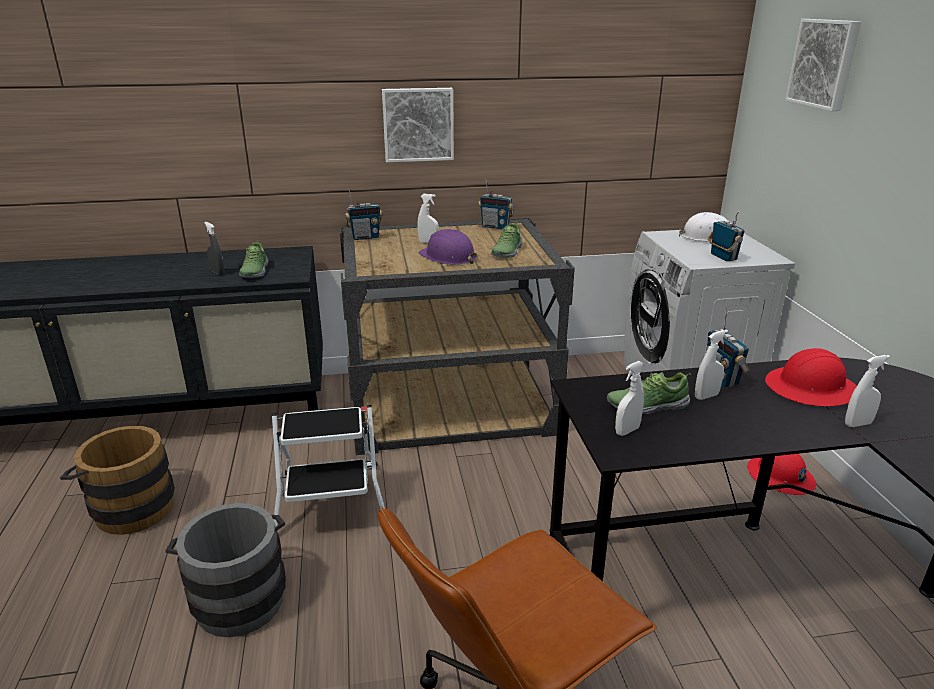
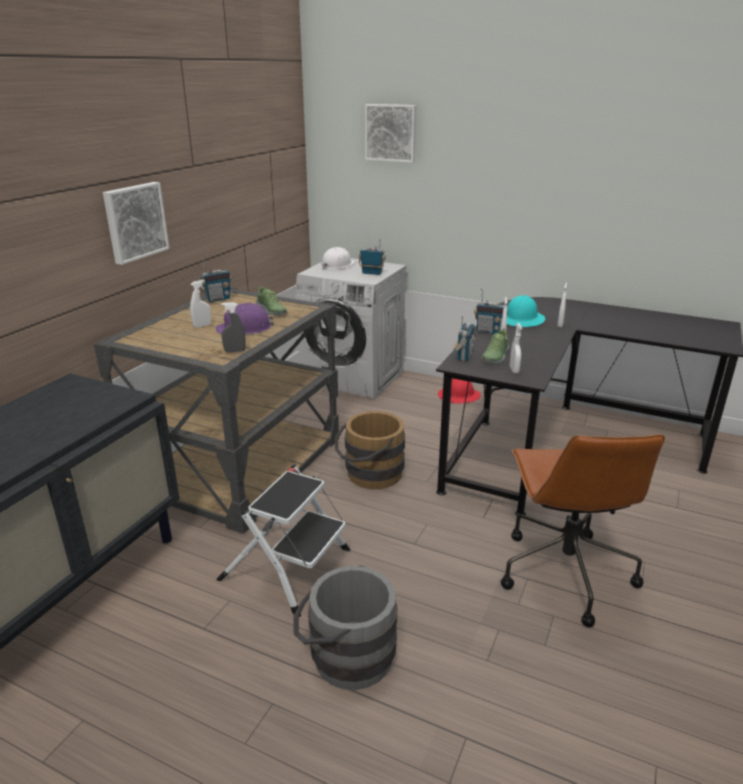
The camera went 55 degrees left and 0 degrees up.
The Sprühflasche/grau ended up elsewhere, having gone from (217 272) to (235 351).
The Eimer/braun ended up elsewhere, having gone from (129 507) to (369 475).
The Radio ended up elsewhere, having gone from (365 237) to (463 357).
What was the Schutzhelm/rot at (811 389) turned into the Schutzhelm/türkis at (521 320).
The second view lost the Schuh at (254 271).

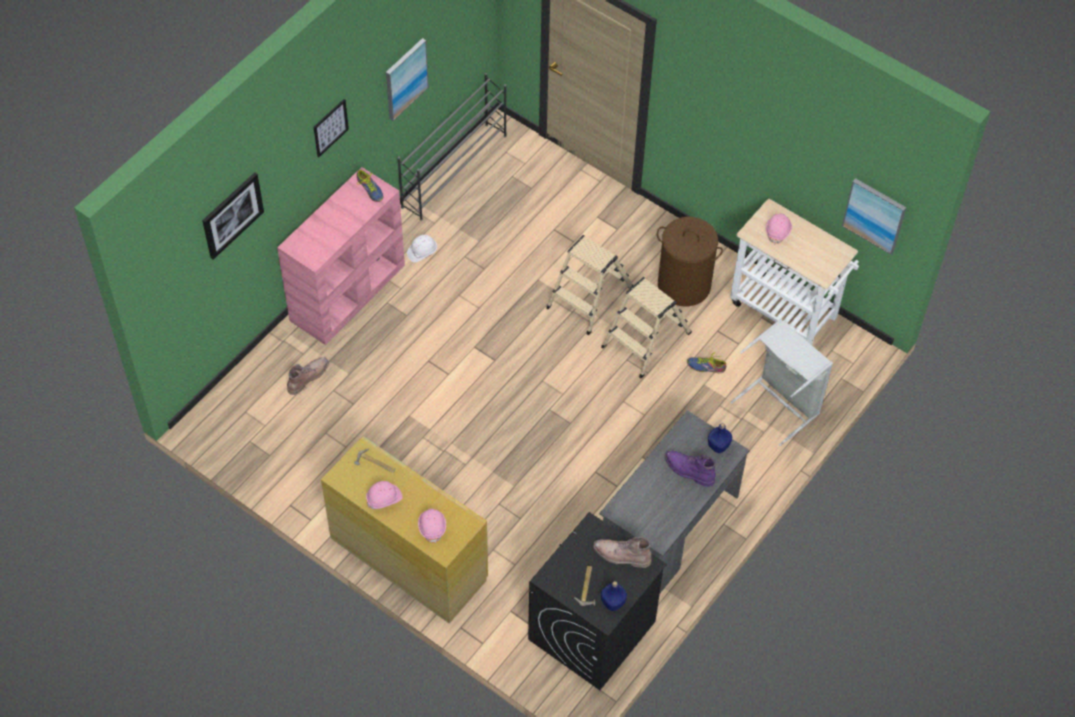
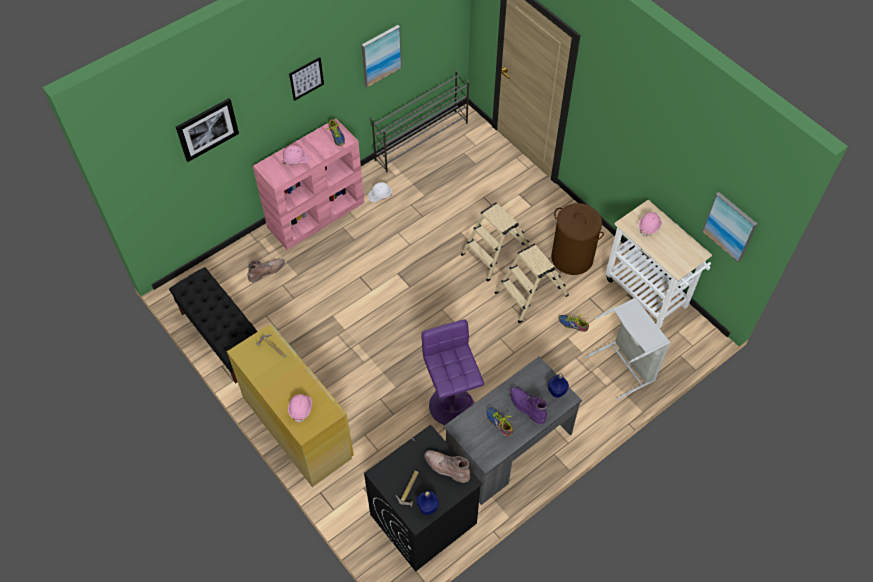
The camera went 15 degrees right and 0 degrees up.
The second view gained the Bank/schwarz at (223 337).
The Schutzhelm/rosa ended up elsewhere, having gone from (384 498) to (295 160).
The second view gained the Hocker/lila at (451 405).
The second view gained the Schuh at (499 423).

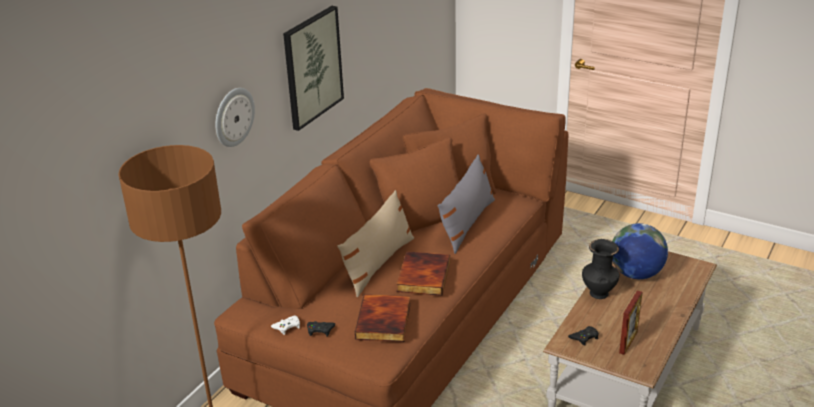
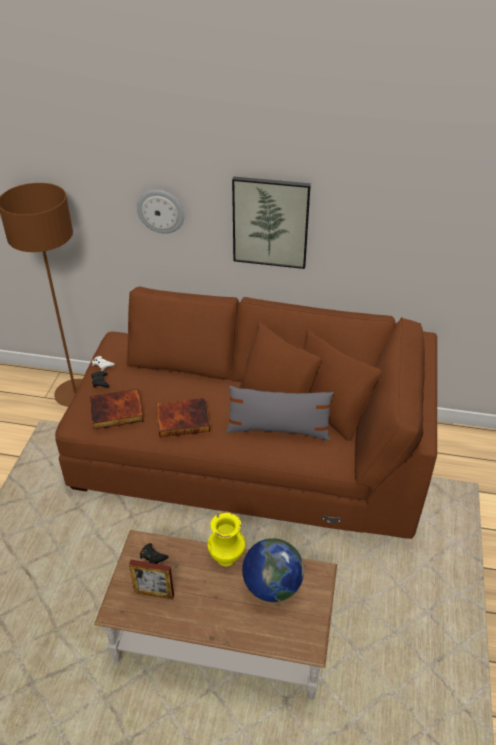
The camera went 70 degrees right and 10 degrees up.
What was the Vase/schwarz at (598 293) turned into the Vase/gelb at (227 557).
The second view lost the Kissen/beige at (378 264).

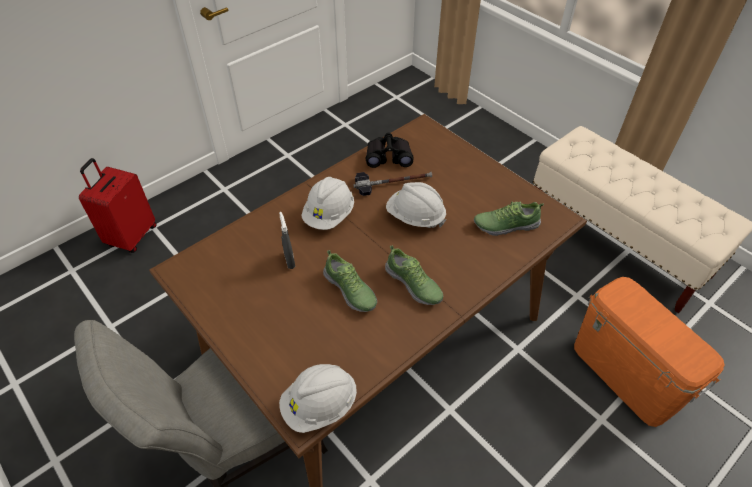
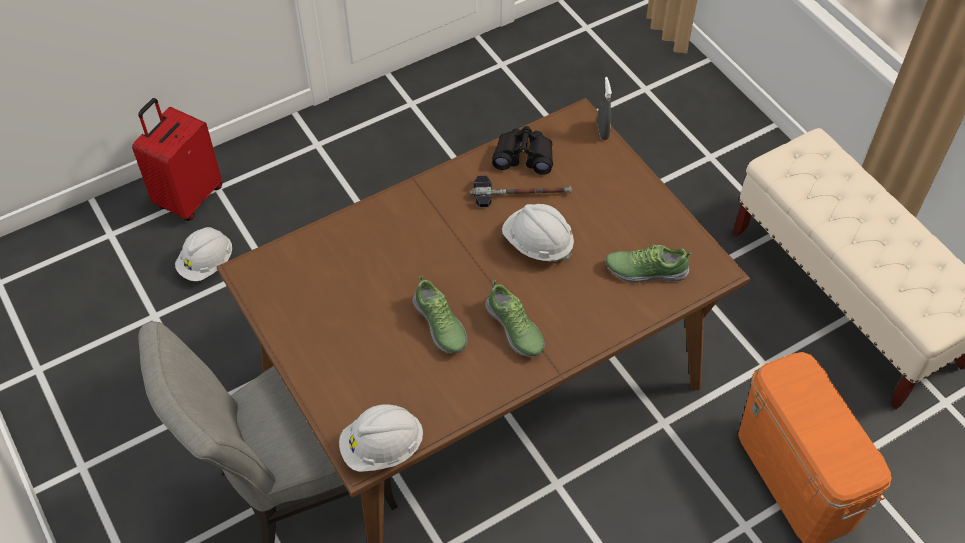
The camera went 10 degrees right and 5 degrees up.
The Schutzhelm/weiß ended up elsewhere, having gone from (329 215) to (207 264).
The Sprühflasche/grau ended up elsewhere, having gone from (289 261) to (602 131).

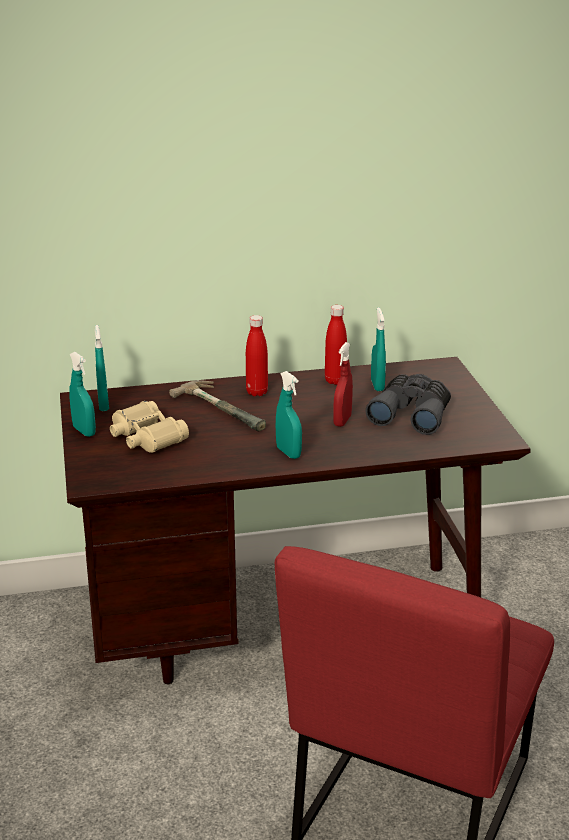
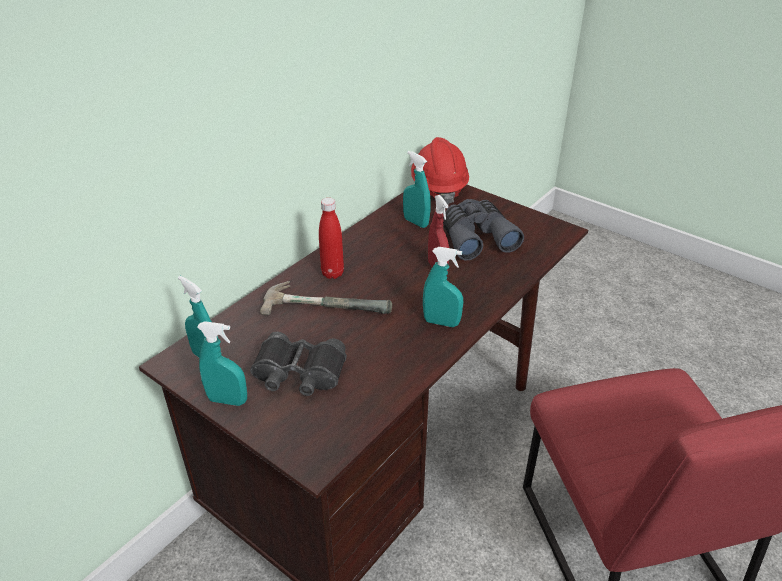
The camera went 40 degrees left and 10 degrees up.
What was the Fernglas/beige at (146 437) turned into the Fernglas/schwarz at (299 373).
The second view gained the Schutzhelm/rot at (438 187).
The second view lost the Flasche/rot at (335 381).

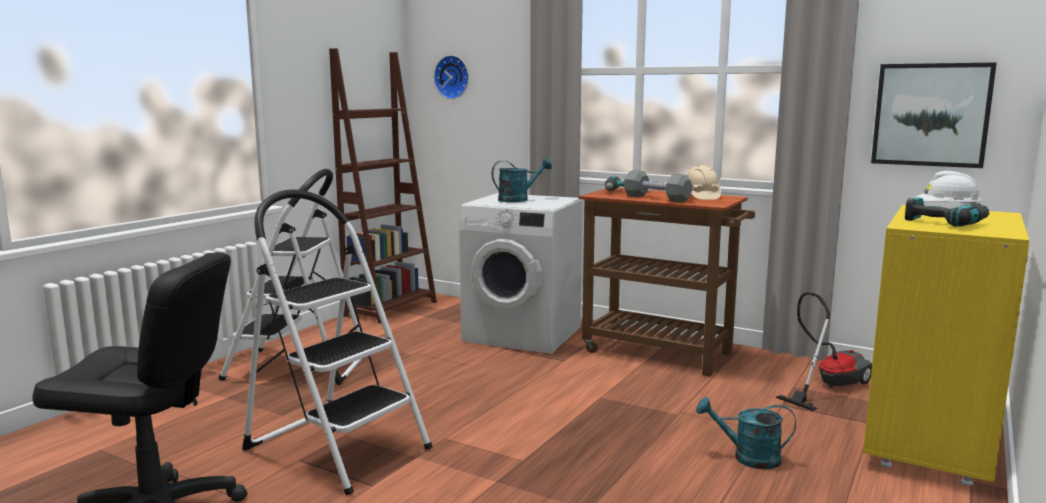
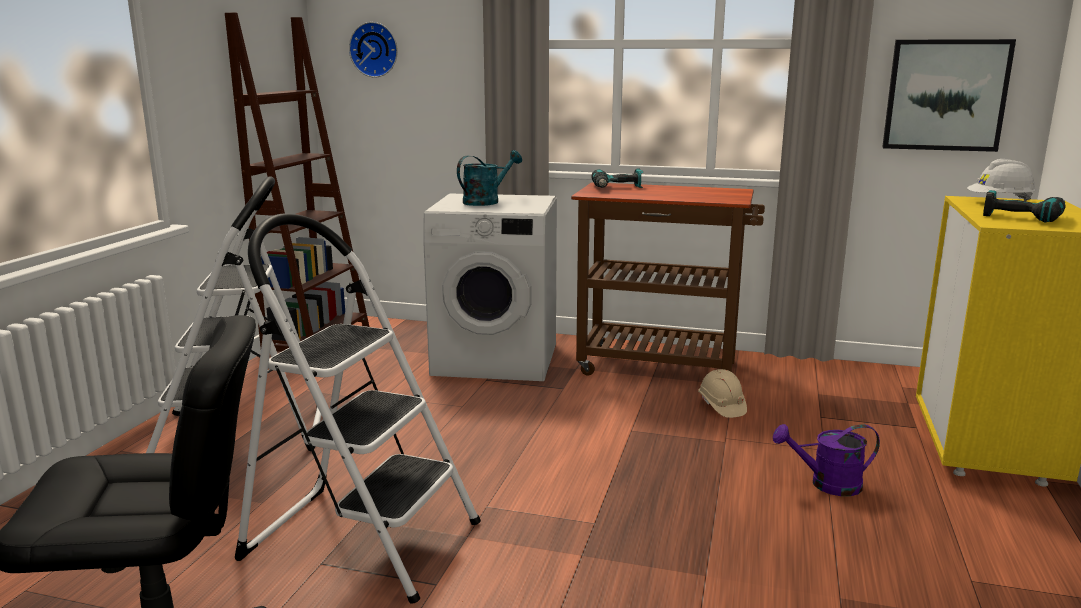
The camera went 15 degrees left and 5 degrees up.
The Schutzhelm/beige ended up elsewhere, having gone from (701 196) to (721 406).
What was the Gießkanne/türkis at (747 458) turned into the Gießkanne/lila at (827 484).
The second view lost the Hantel/grau at (656 198).
The second view lost the Staubsauger at (828 385).

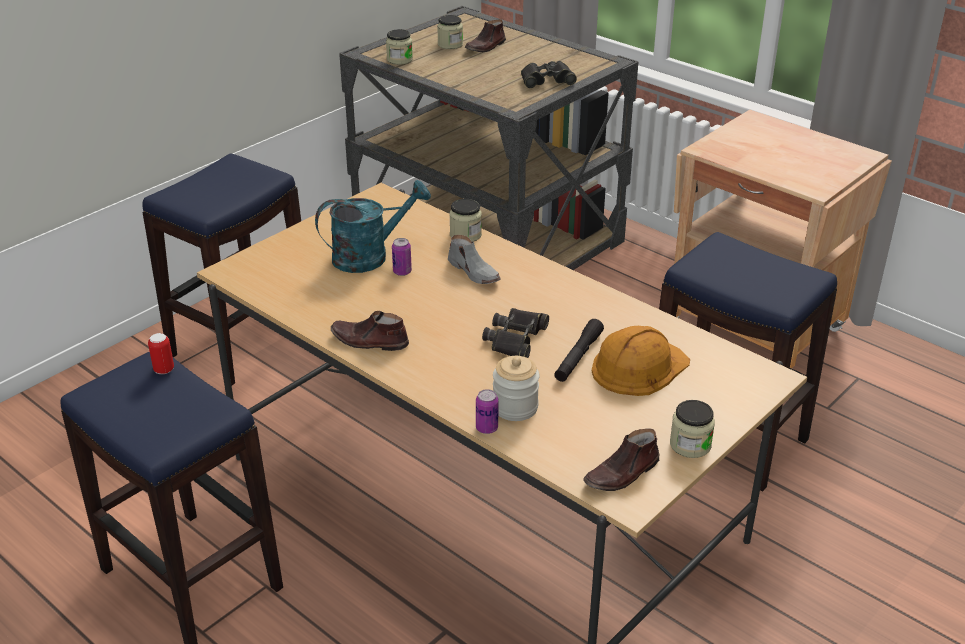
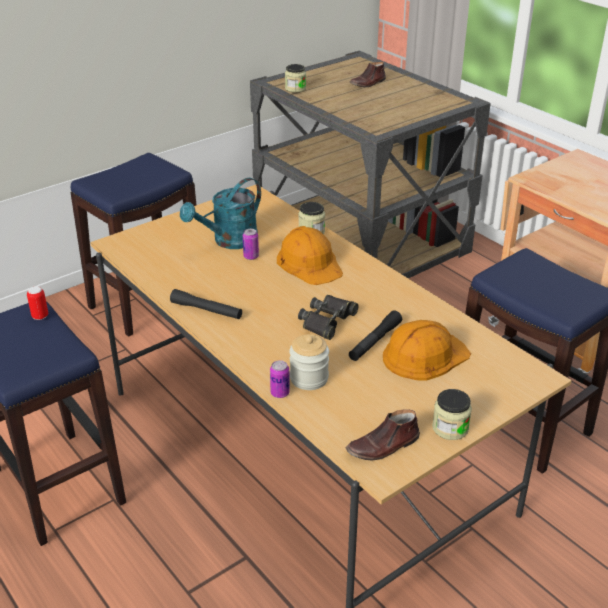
The camera went 10 degrees right and 0 degrees up.
Where the Schuh/braun stood at (369 341), the Taschenlampe/schwarz came to stand at (206 310).
The Gießkanne/türkis at (370 256) ended up facing another way, 150 degrees clockwise from before.
Where the Schuh/grau stood at (474 272), the Schutzhelm/orange came to stand at (309 262).
The second view lost the Vorratsglas at (450 45).
The second view lost the Fernglas/schwarz at (546 80).

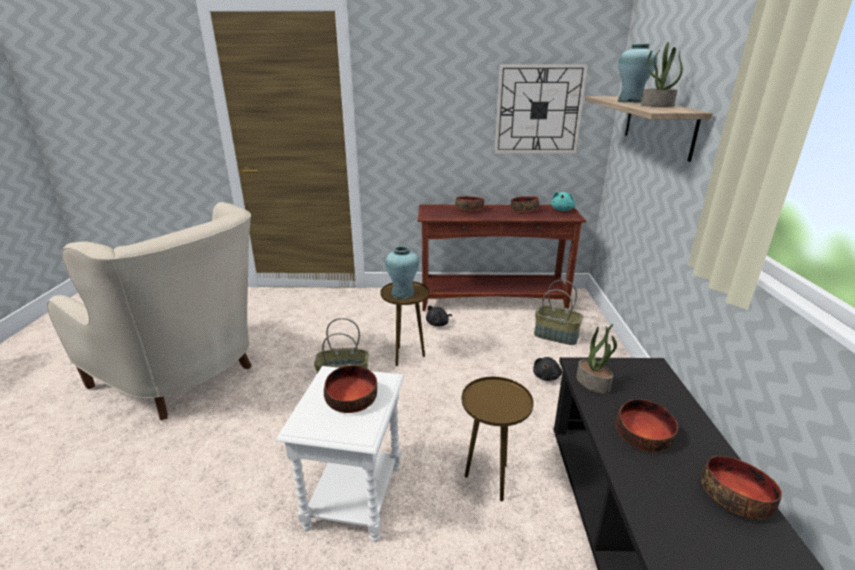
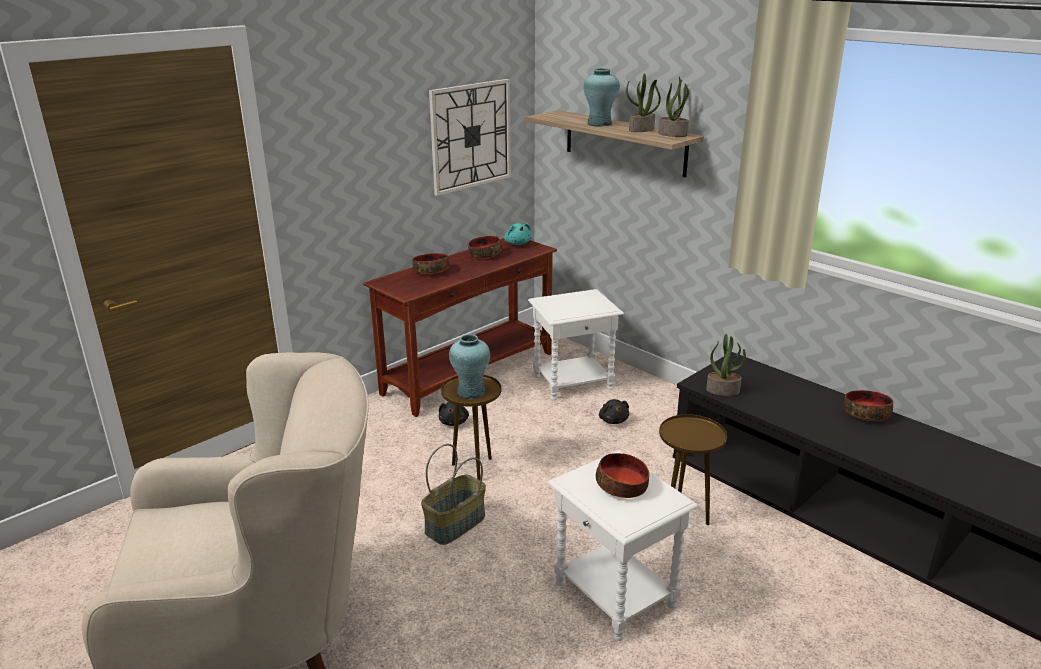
The camera went 45 degrees left and 0 degrees up.
Where the Korb stood at (556 335), the Beistelltisch/weiß came to stand at (572 381).
The second view gained the Topfpflanze at (673 134).
The second view lost the Schüssel at (642 435).

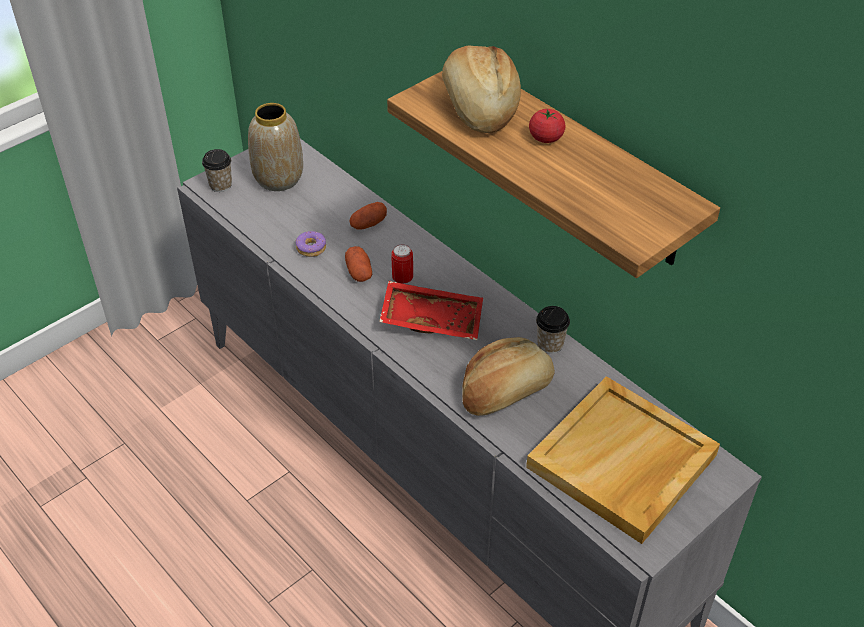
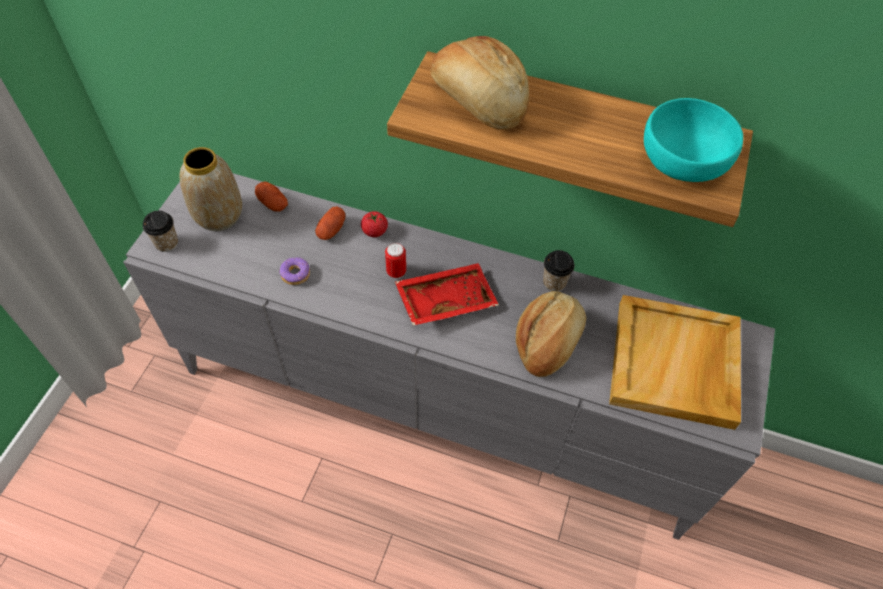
The camera went 30 degrees left and 10 degrees up.
The Kartoffel ended up elsewhere, having gone from (359 272) to (273 203).
The Tomate ended up elsewhere, having gone from (546 138) to (374 231).
The second view gained the Schüssel/türkis at (682 160).

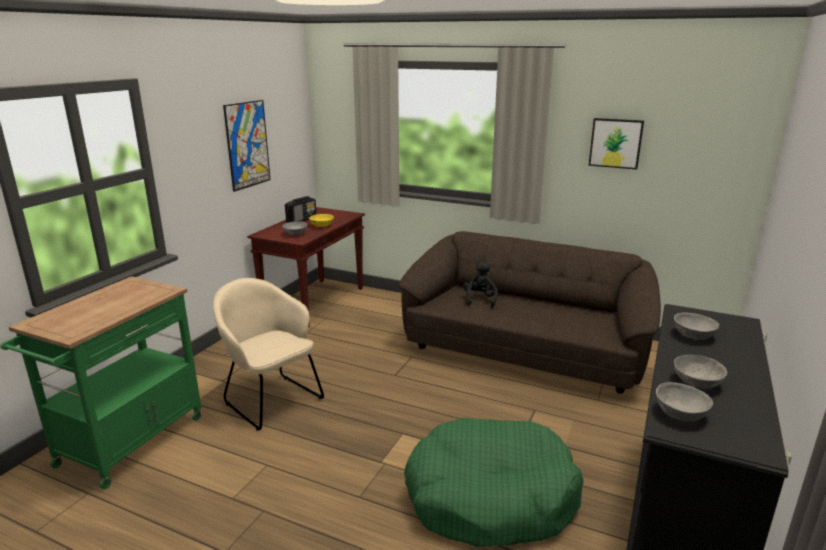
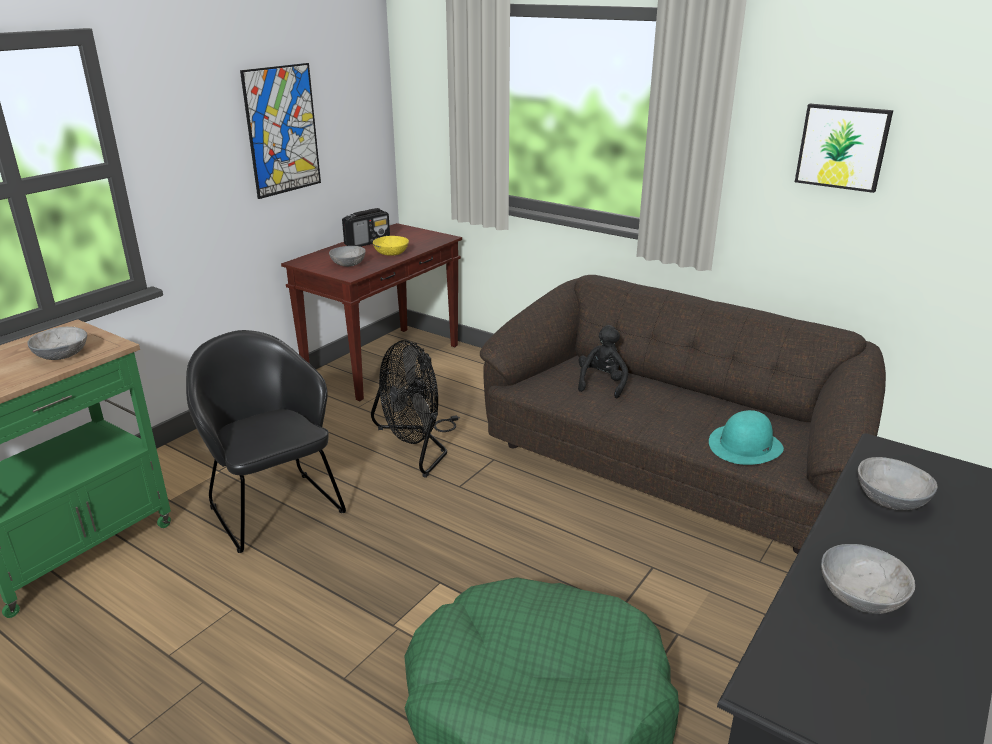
The camera went 10 degrees right and 5 degrees up.
The Schüssel/grau ended up elsewhere, having gone from (679 413) to (61 355).
What was the Sessel/beige at (271 398) turned into the Sessel/schwarz at (273 505).
The second view gained the Ventilator/schwarz at (418 444).
The second view gained the Hut/türkis at (745 445).

